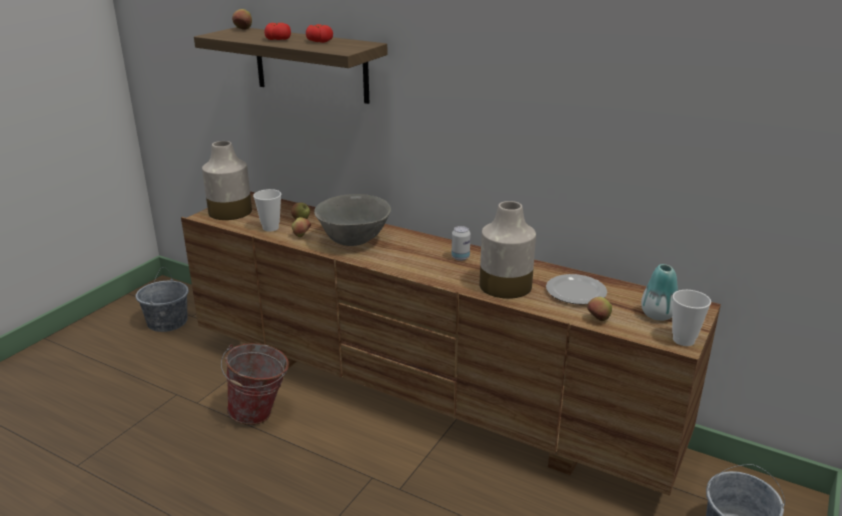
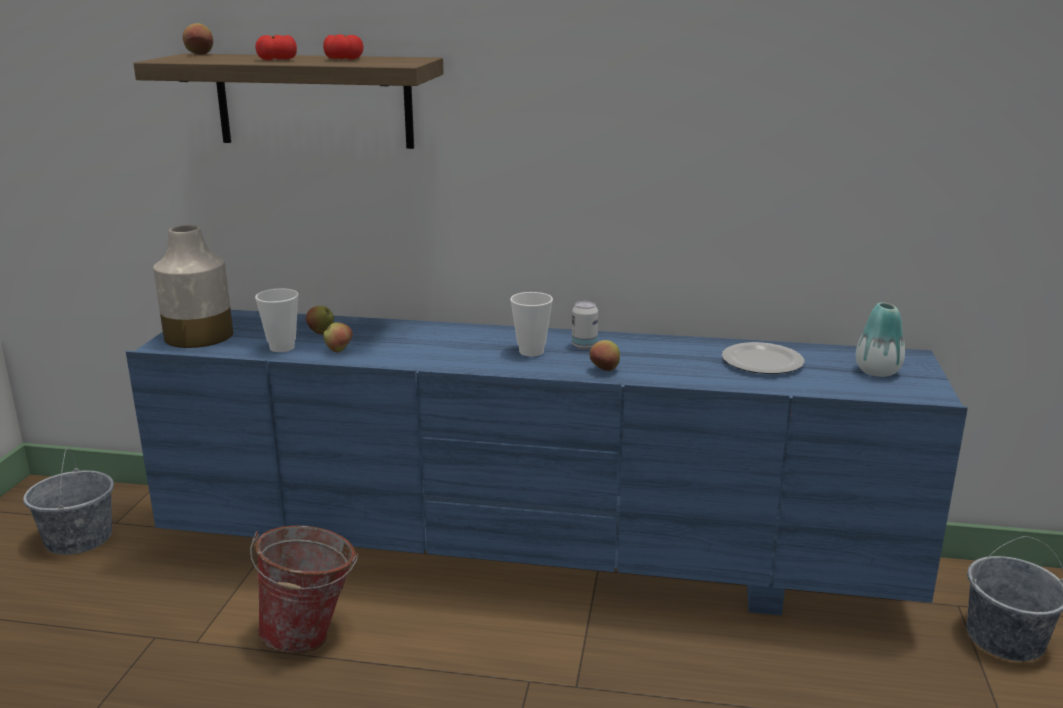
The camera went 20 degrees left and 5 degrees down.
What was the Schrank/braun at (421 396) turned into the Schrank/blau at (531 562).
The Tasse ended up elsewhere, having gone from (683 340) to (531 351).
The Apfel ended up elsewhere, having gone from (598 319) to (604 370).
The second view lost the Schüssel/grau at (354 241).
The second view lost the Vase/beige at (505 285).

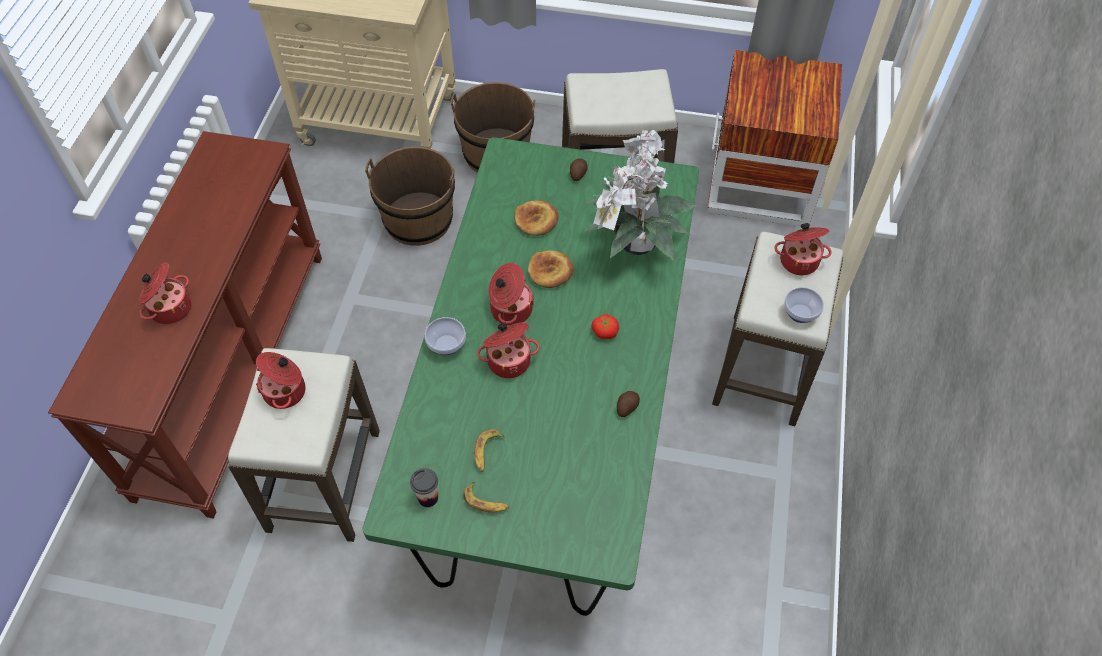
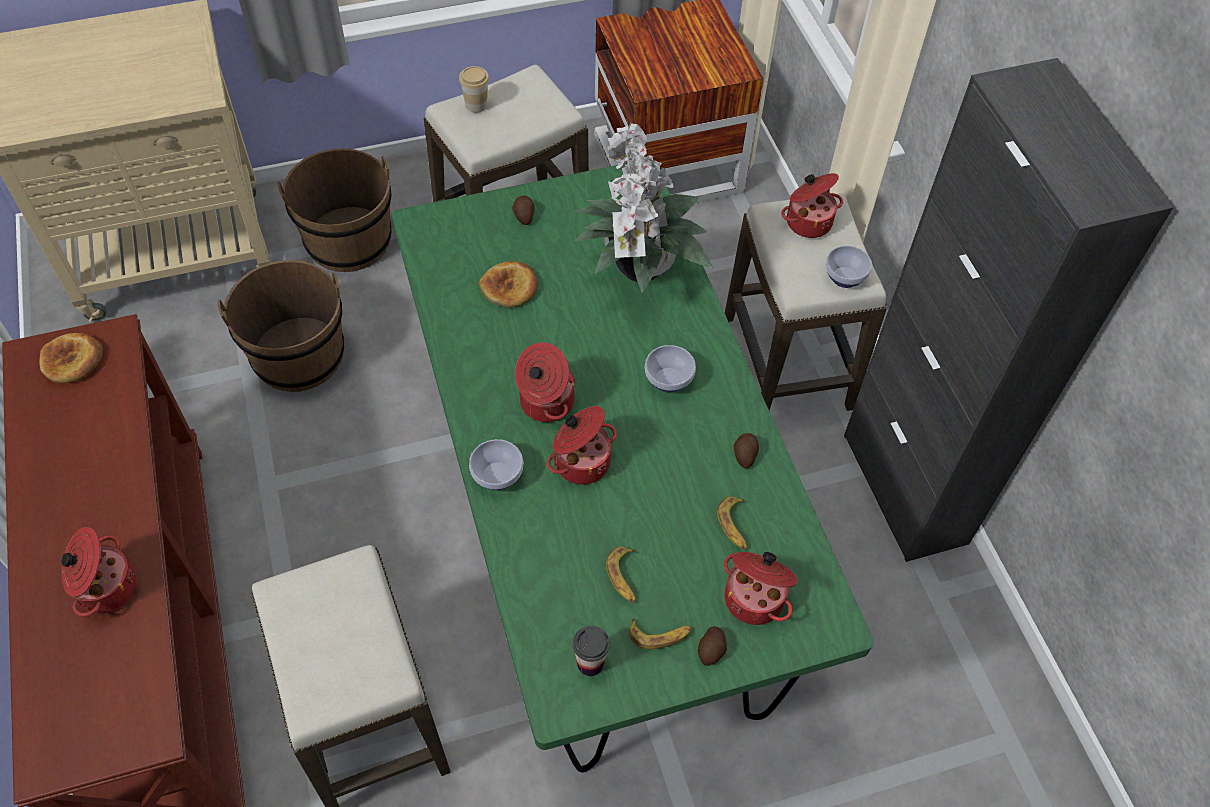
The camera went 30 degrees left and 0 degrees up.
The Brot ended up elsewhere, having gone from (550 271) to (72 360).
The second view gained the Tasse at (476 105).
Where the Tomate stood at (605 331), the Schüssel came to stand at (667 381).
The second view gained the Kartoffel at (711 650).
The second view gained the Banane at (734 526).
The Kochtopf ended up elsewhere, having gone from (286 391) to (755 597).
The second view gained the Schrank/schwarz at (904 488).

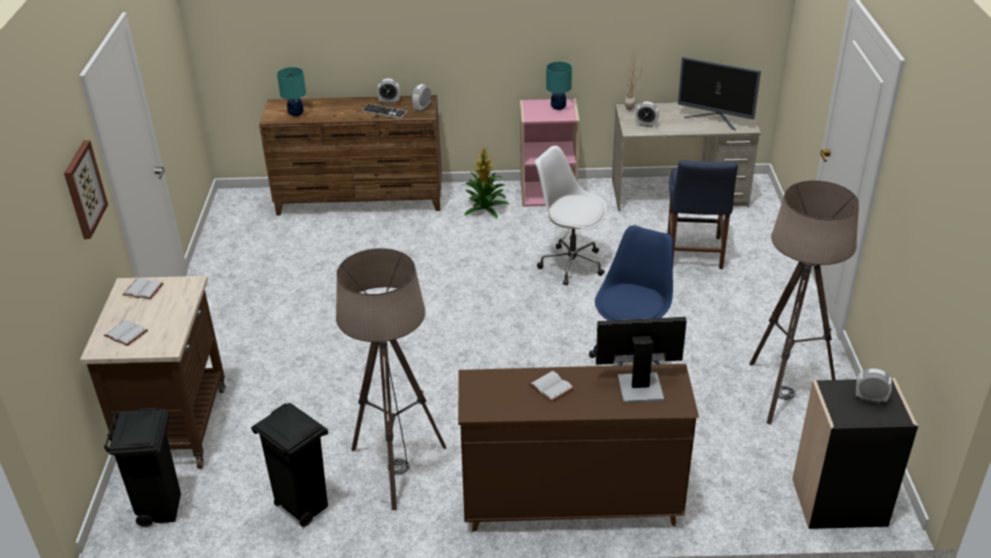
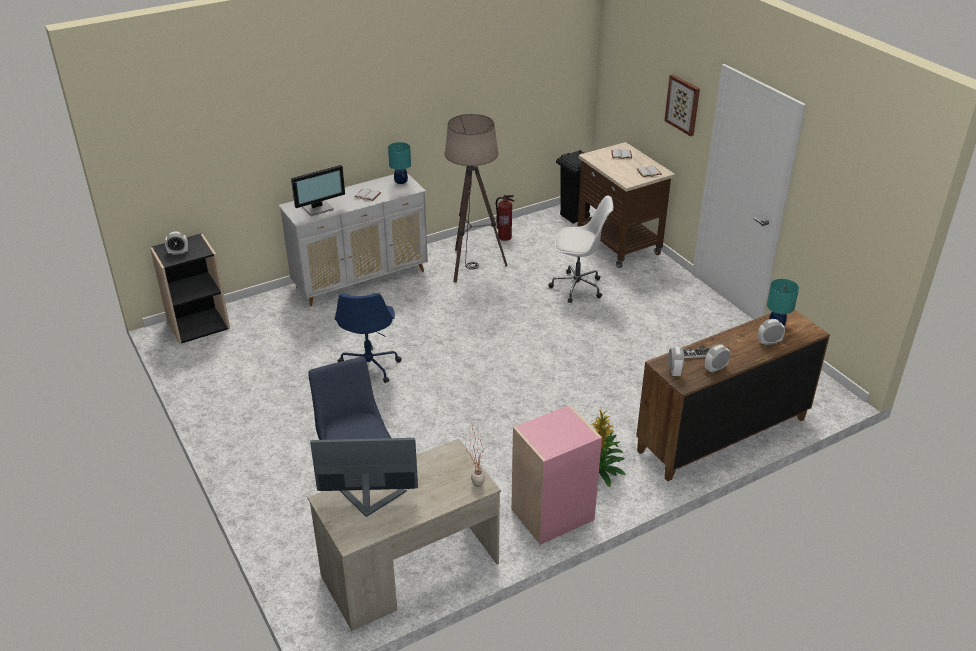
The camera went 150 degrees right and 0 degrees up.
What was the Schrank/braun at (571 504) turned into the Schrank/weiß at (360 279).
The Tischlampe/türkis ended up elsewhere, having gone from (558 108) to (400 182).
Where the Mülleimer/schwarz stood at (302 507), the Feuerlöscher came to stand at (505 237).
The Bürostuhl/weiß ended up elsewhere, having gone from (570 264) to (578 288).
The Wecker ended up elsewhere, having gone from (646 125) to (769 342).
The second view lost the Stehlampe at (785 392).

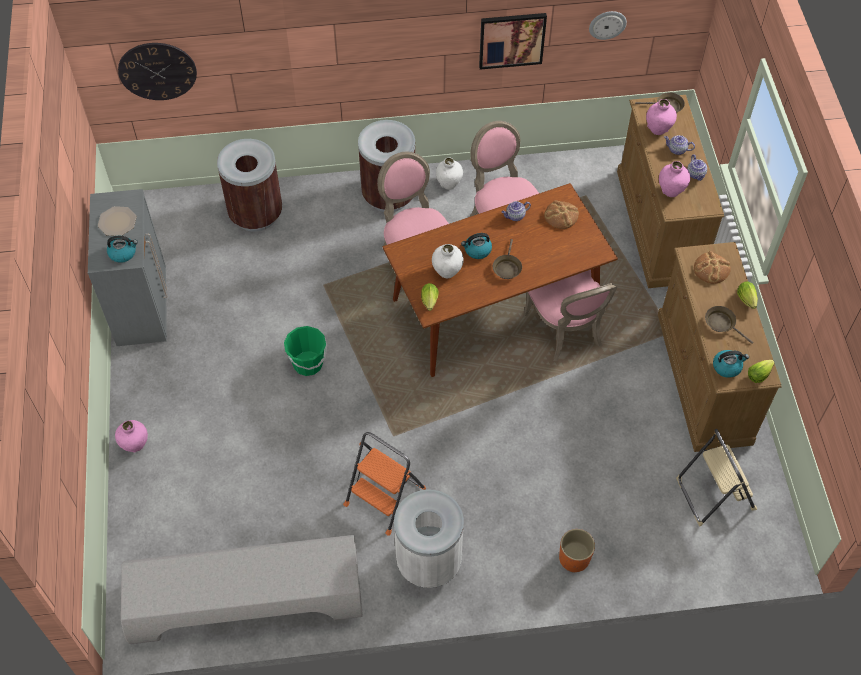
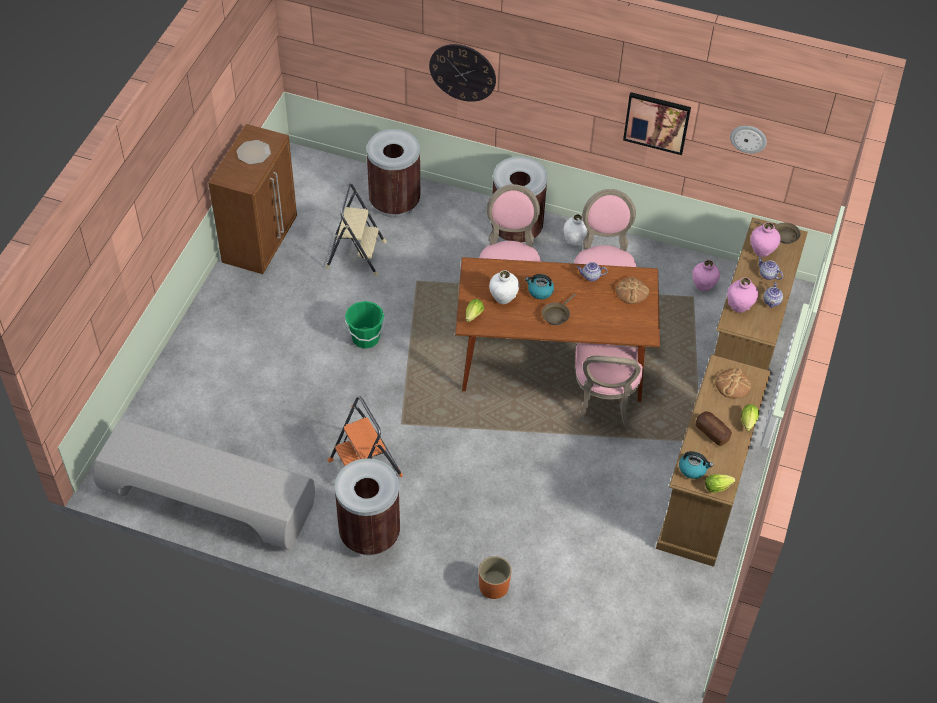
The camera went 25 degrees right and 5 degrees down.
What was the Schrank/grau at (141 304) turned into the Schrank/braun at (260 238).
The Trittleiter/beige ended up elsewhere, having gone from (712 494) to (353 254).
What was the Mülleimer/weiß at (428 562) turned into the Mülleimer/braun at (369 534).
The Wanduhr ended up elsewhere, having gone from (157 71) to (462 72).
The Vase/rosa ended up elsewhere, having gone from (135 445) to (703 286).
Where the Pfanne/braun stood at (722 324), the Brot came to stand at (712 432).
The second view lost the Wasserkessel at (123 253).

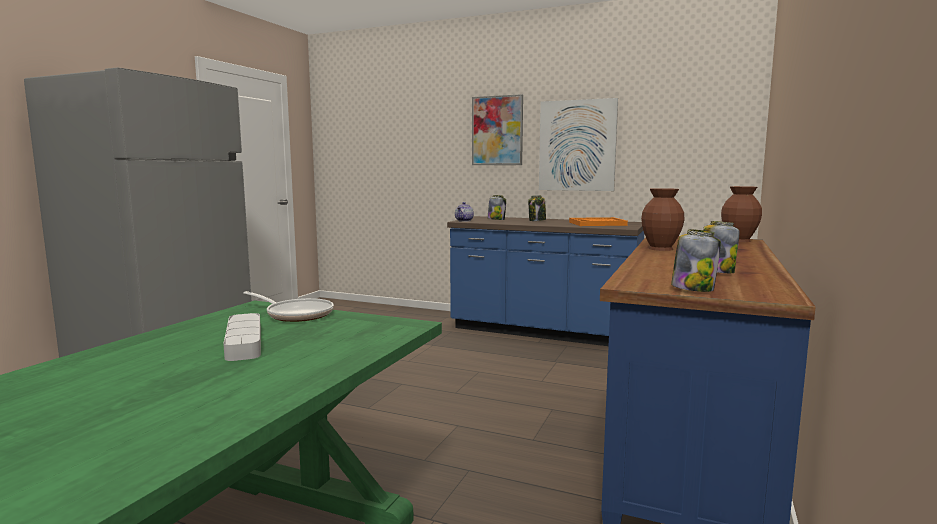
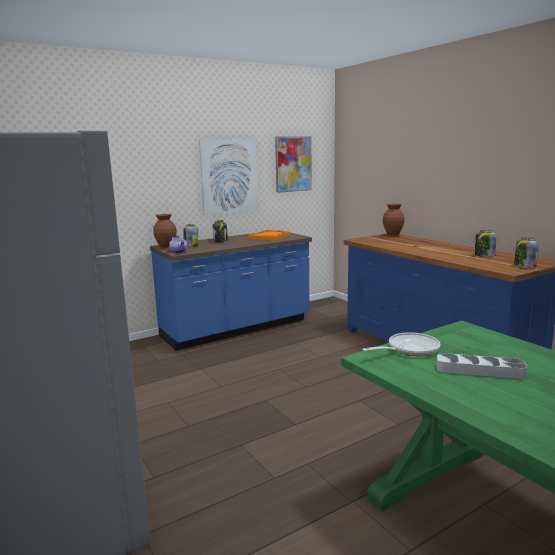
The camera went 55 degrees left and 5 degrees up.
The Vase/braun ended up elsewhere, having gone from (659 249) to (165 248).
The Bild ended up elsewhere, having gone from (497 130) to (293 164).

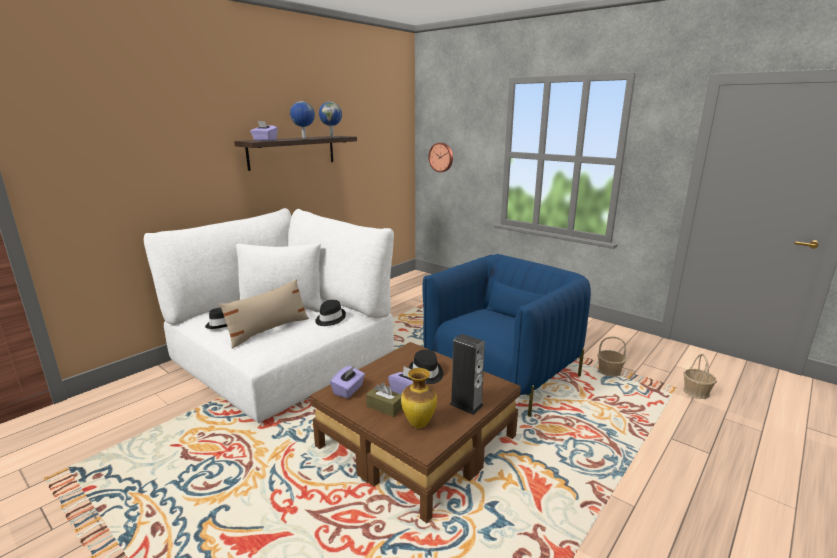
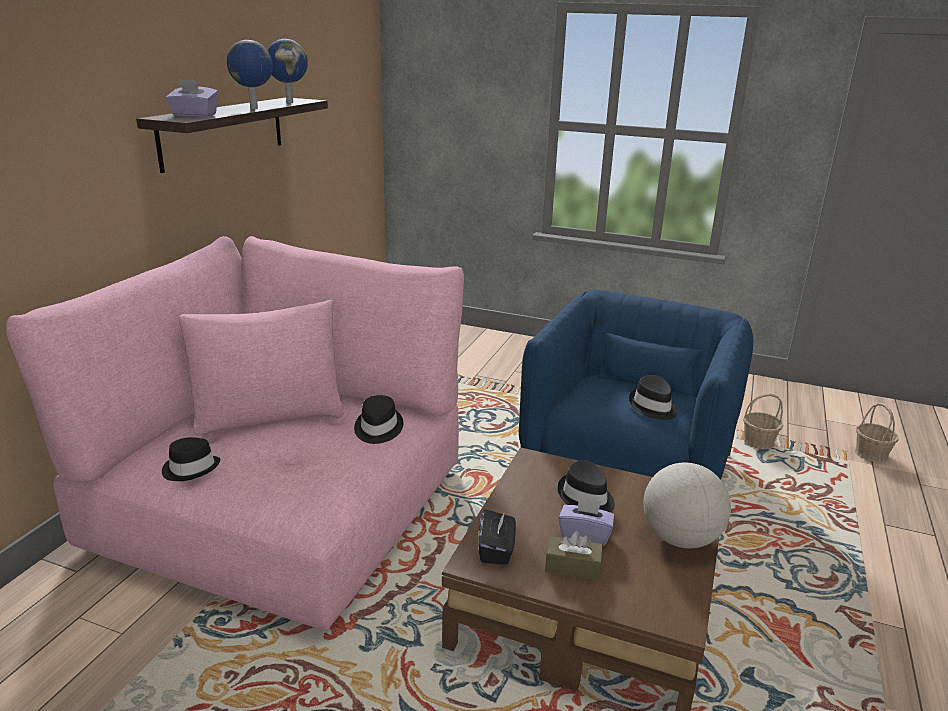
The camera went 20 degrees left and 5 degrees up.
What was the Sofa/weiß at (284 360) turned into the Sofa/rosa at (282 505).
What was the Taschentuchbox/lila at (348 390) turned into the Taschentuchbox/schwarz at (496 550).
The second view gained the Hut/schwarz at (653 406).
Where the Lautsprecher stood at (466 405), the Globus came to stand at (680 538).
The second view lost the Kissen/beige at (268 330).
The second view lost the Vase at (418 424).
The second view lost the Wanduhr at (441 157).

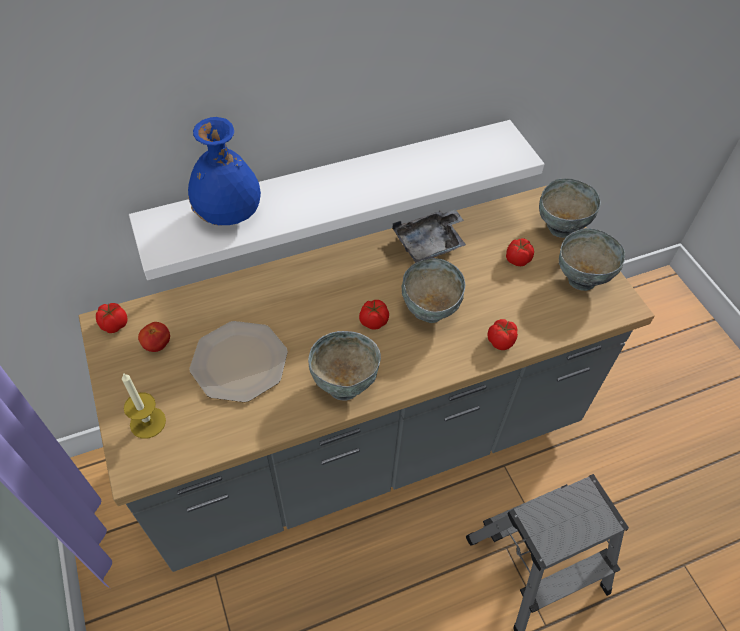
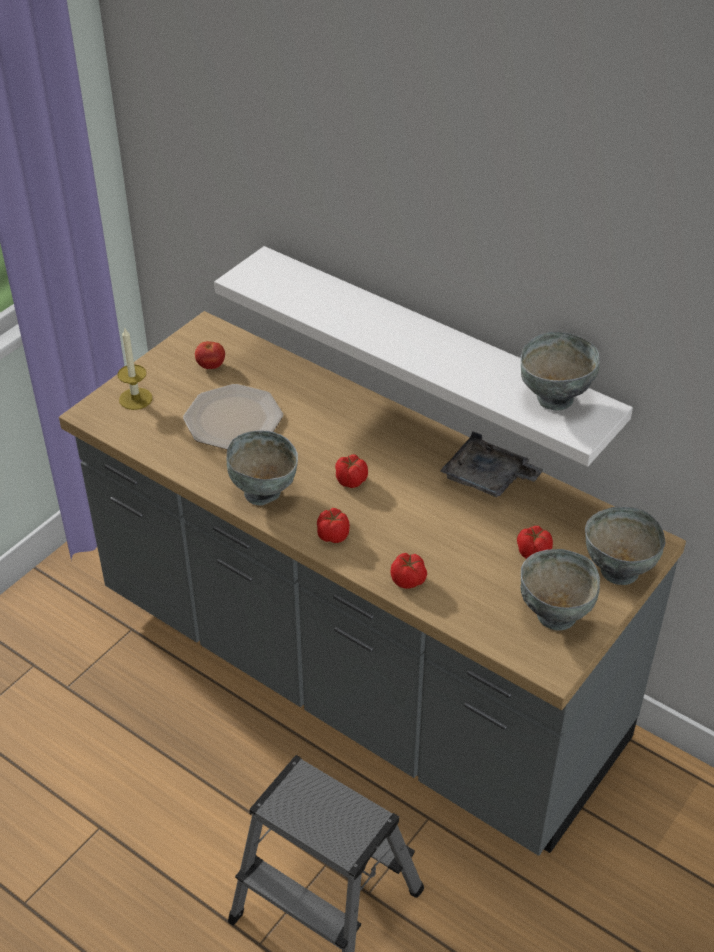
The camera went 60 degrees right and 10 degrees down.
The Tomate ended up elsewhere, having gone from (114 324) to (333 535).
The Schüssel/grau ended up elsewhere, having gone from (429 311) to (554 399).
The second view lost the Vase/blau at (229 215).

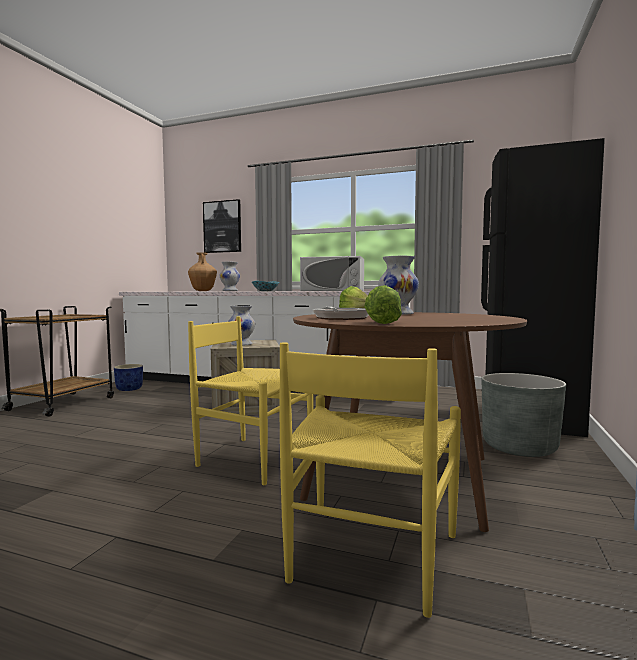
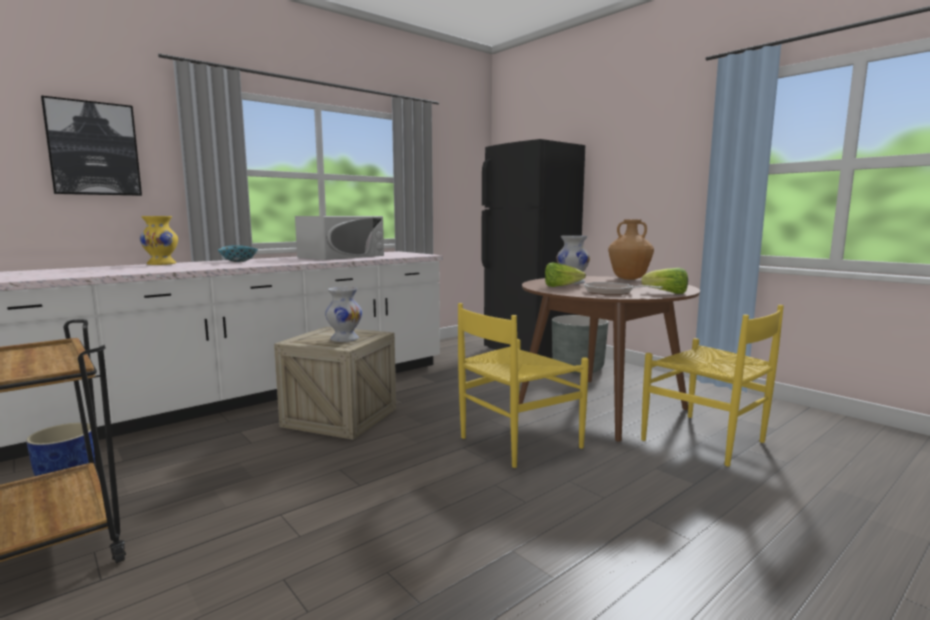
The camera went 60 degrees left and 5 degrees up.
What was the Vase/weiß at (229 291) turned into the Vase/gelb at (161 264).
The Vase/braun ended up elsewhere, having gone from (203 291) to (629 279).

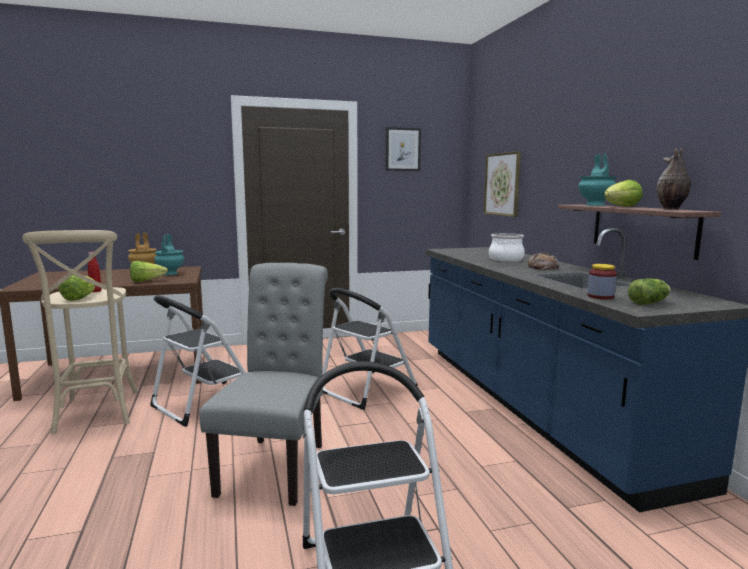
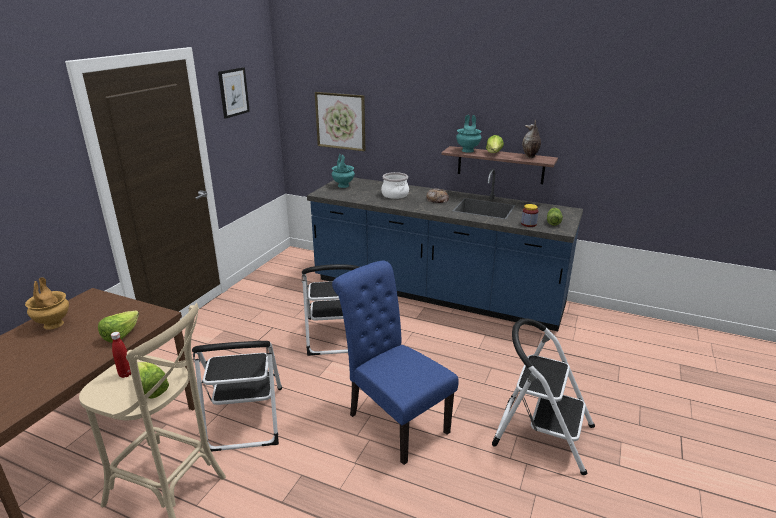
The camera went 50 degrees left and 15 degrees up.
The Vase/türkis ended up elsewhere, having gone from (170 273) to (343 185).
What was the Stuhl/grau at (276 464) turned into the Stuhl/blau at (393 420).

